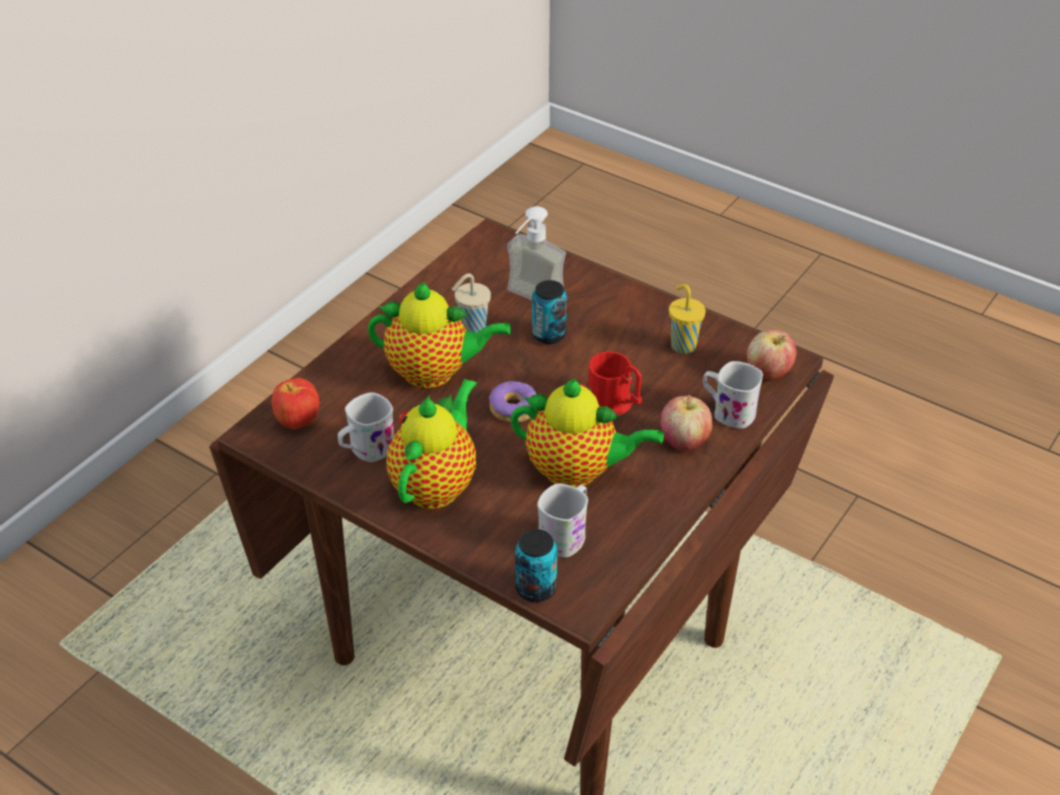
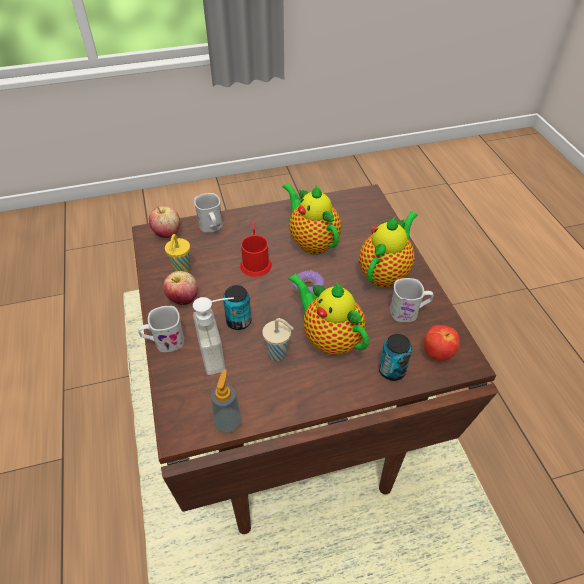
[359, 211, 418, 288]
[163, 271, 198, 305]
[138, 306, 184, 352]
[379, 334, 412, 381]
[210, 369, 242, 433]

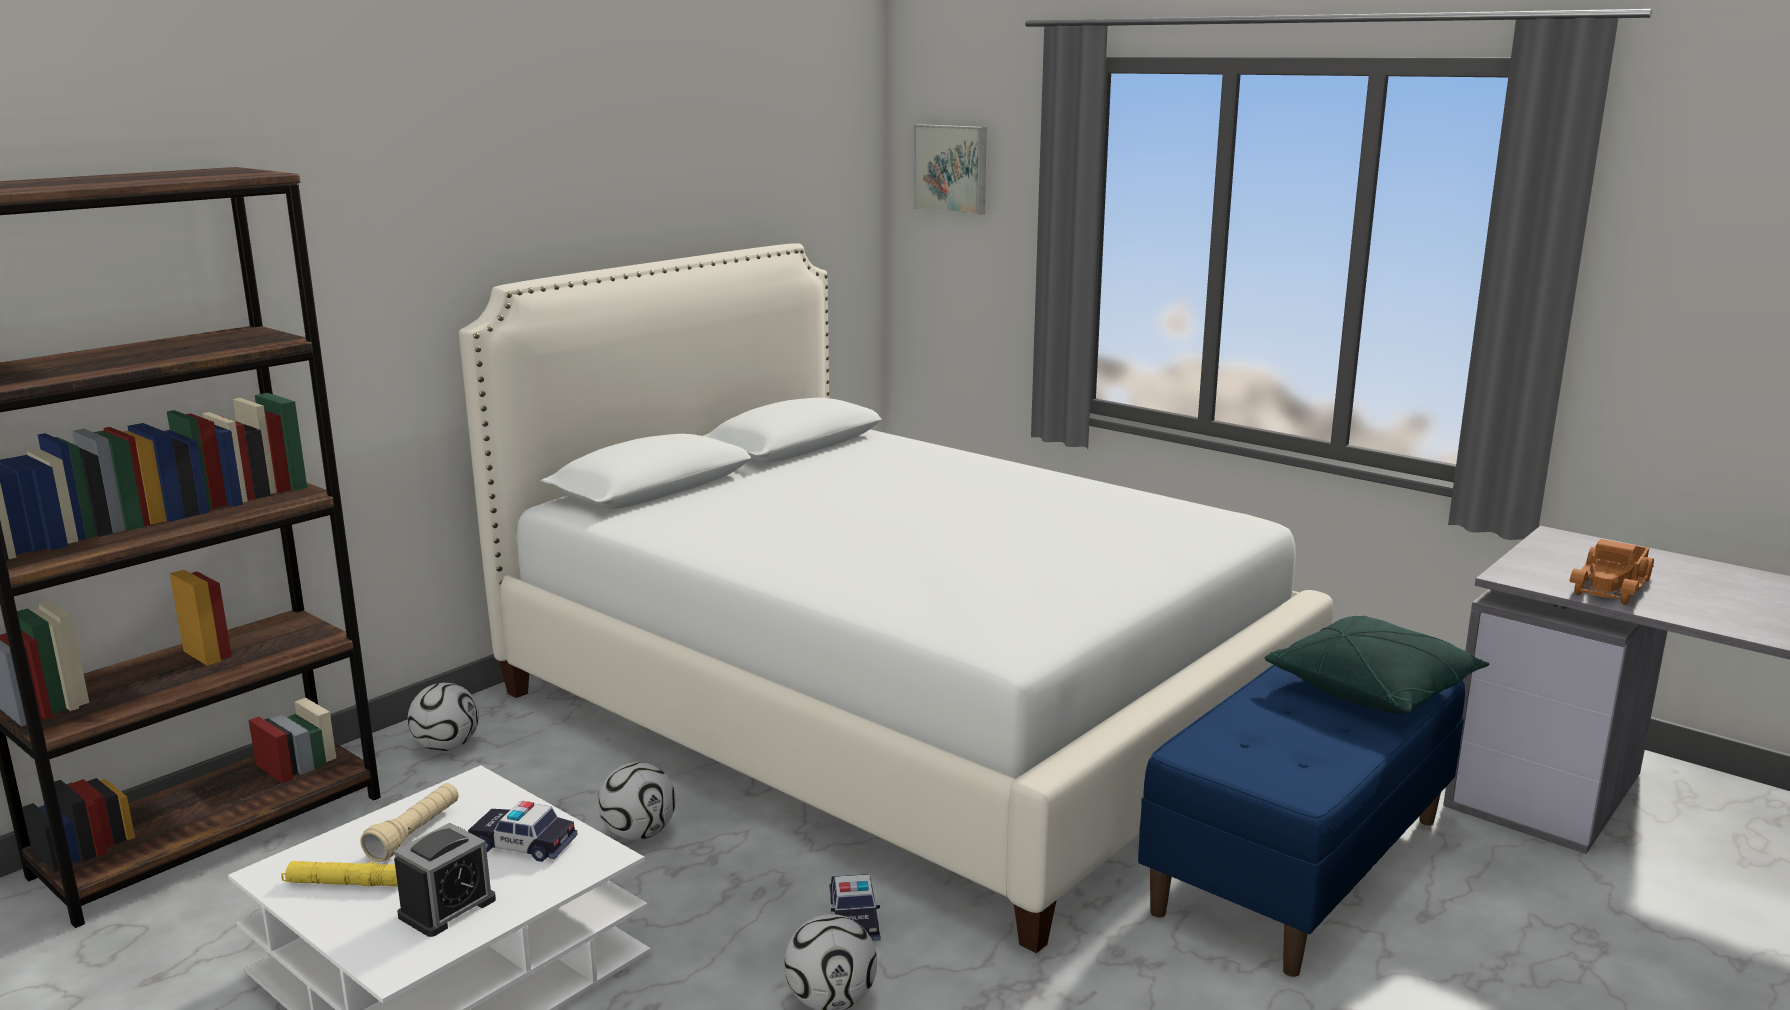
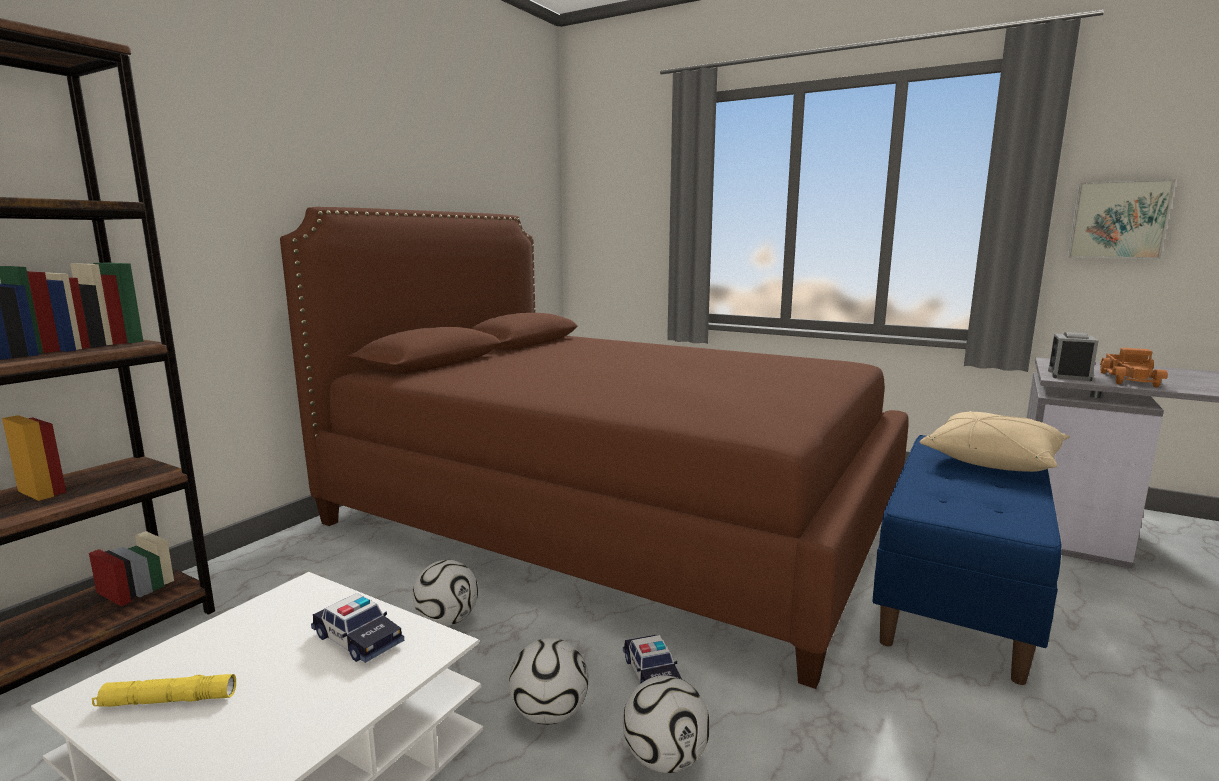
[1067, 179, 1176, 259]
[280, 207, 909, 689]
[920, 411, 1070, 472]
[509, 638, 588, 725]
[361, 783, 459, 862] (first image)
[311, 593, 404, 663]
[1048, 332, 1099, 381]

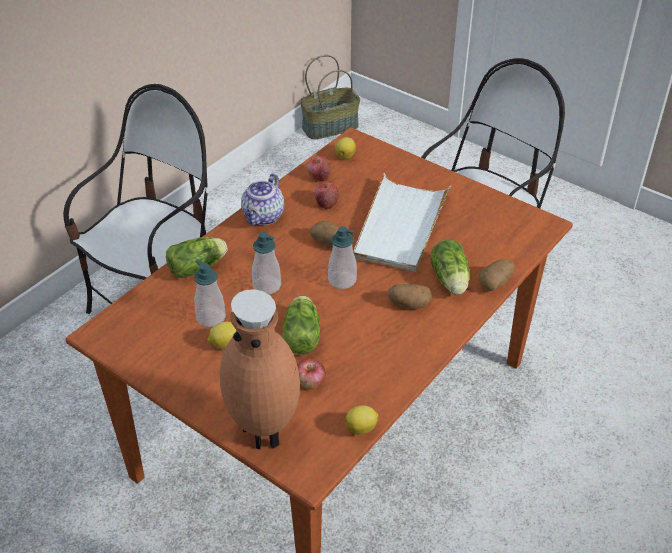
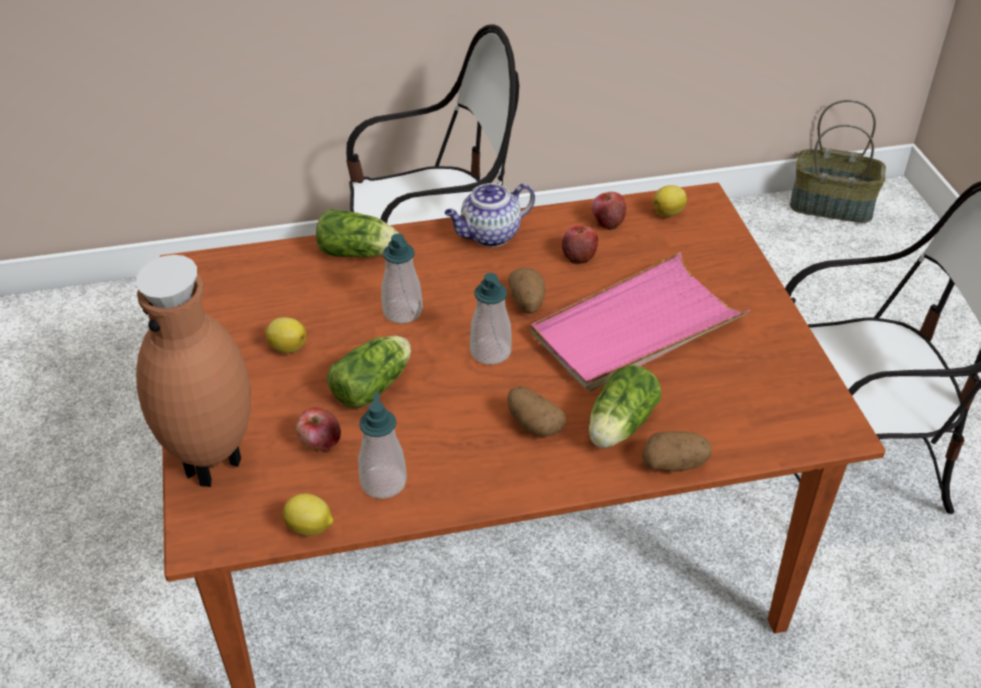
[530, 252, 750, 392]
[358, 392, 407, 499]

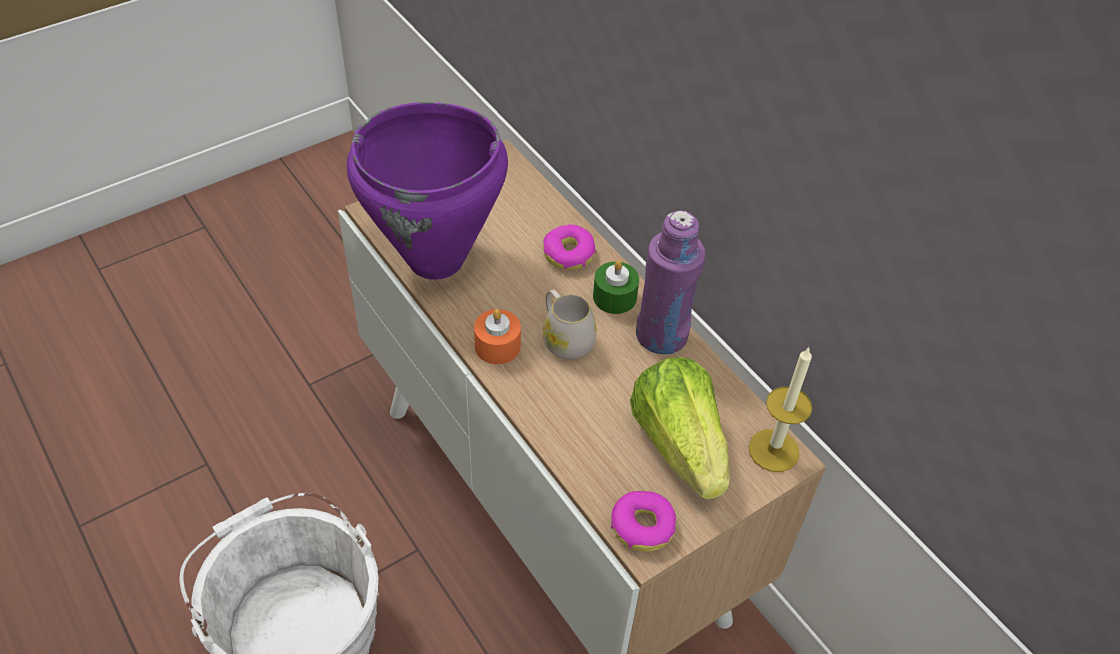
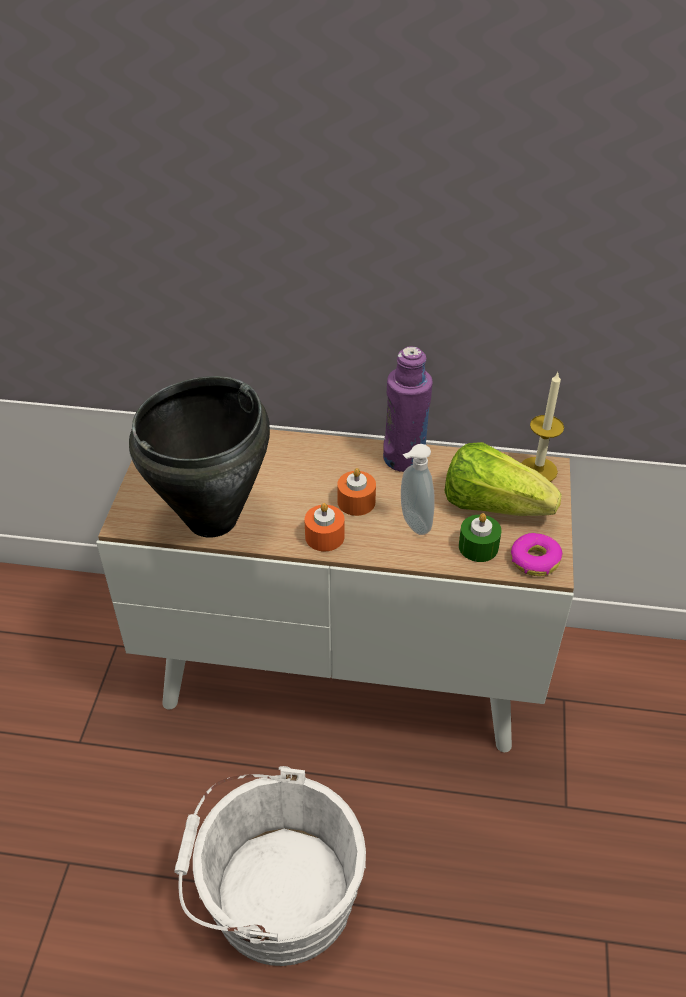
[129, 376, 270, 538]
[543, 225, 596, 270] (first image)
[459, 513, 502, 562]
[337, 468, 376, 516]
[401, 444, 435, 535]

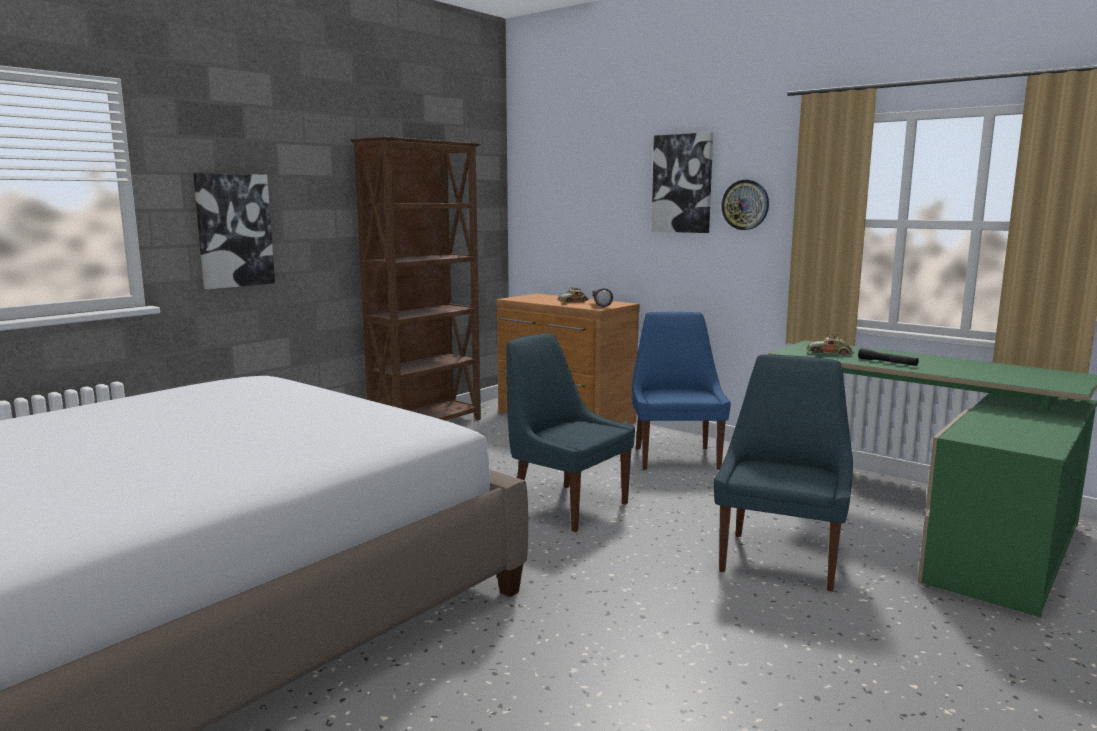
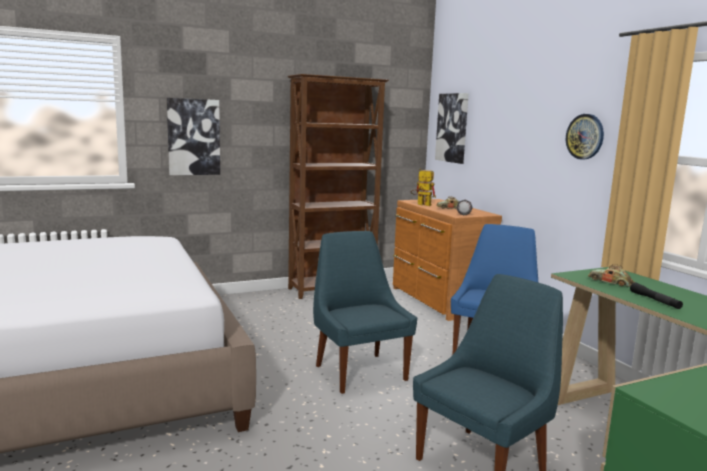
[435, 93, 469, 164]
[411, 168, 436, 206]

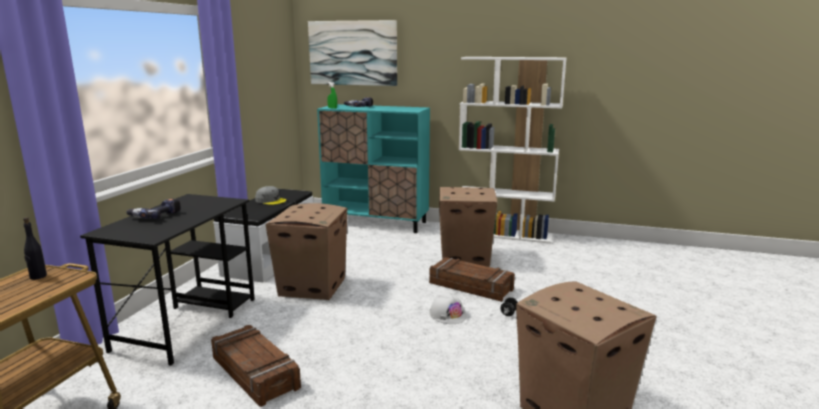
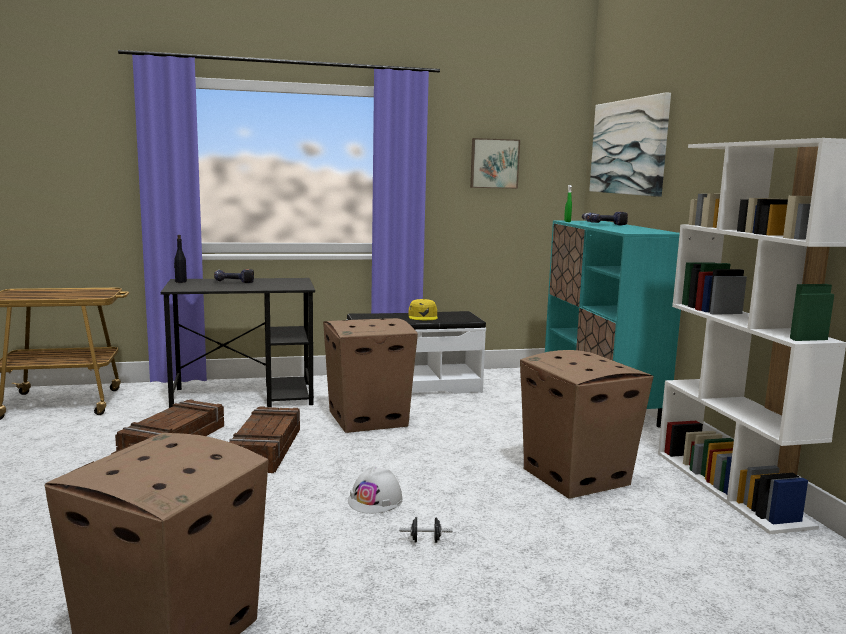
[409, 299, 438, 320]
[174, 235, 187, 283]
[229, 406, 300, 473]
[470, 138, 520, 189]

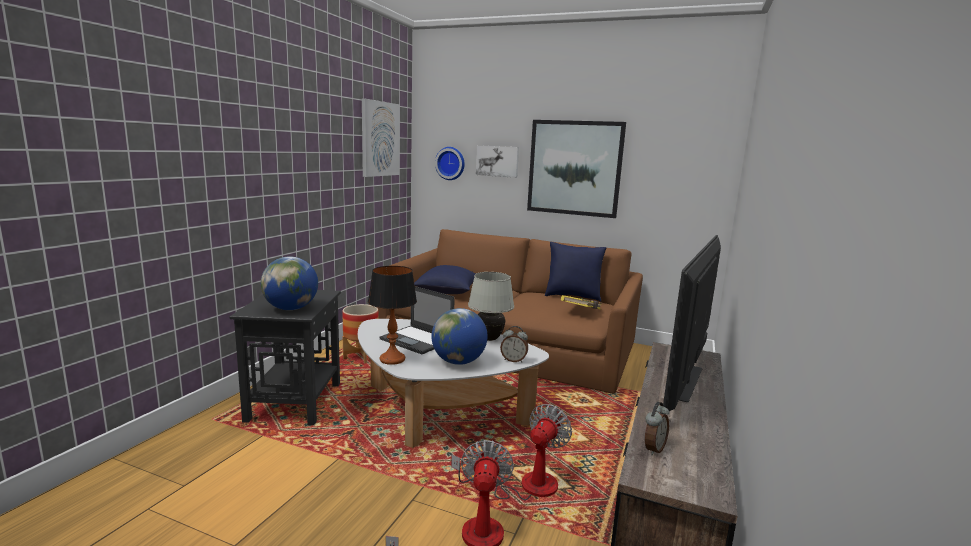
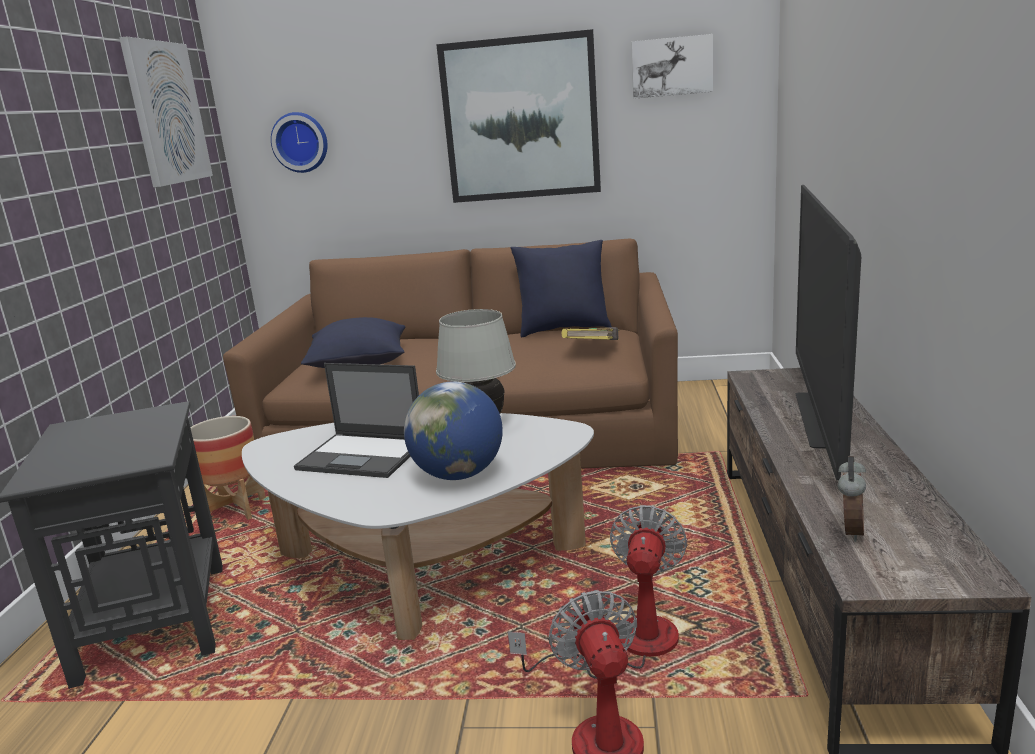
[631, 34, 713, 99]
[261, 256, 318, 310] (first image)
[368, 266, 417, 365] (first image)
[500, 326, 528, 363] (first image)

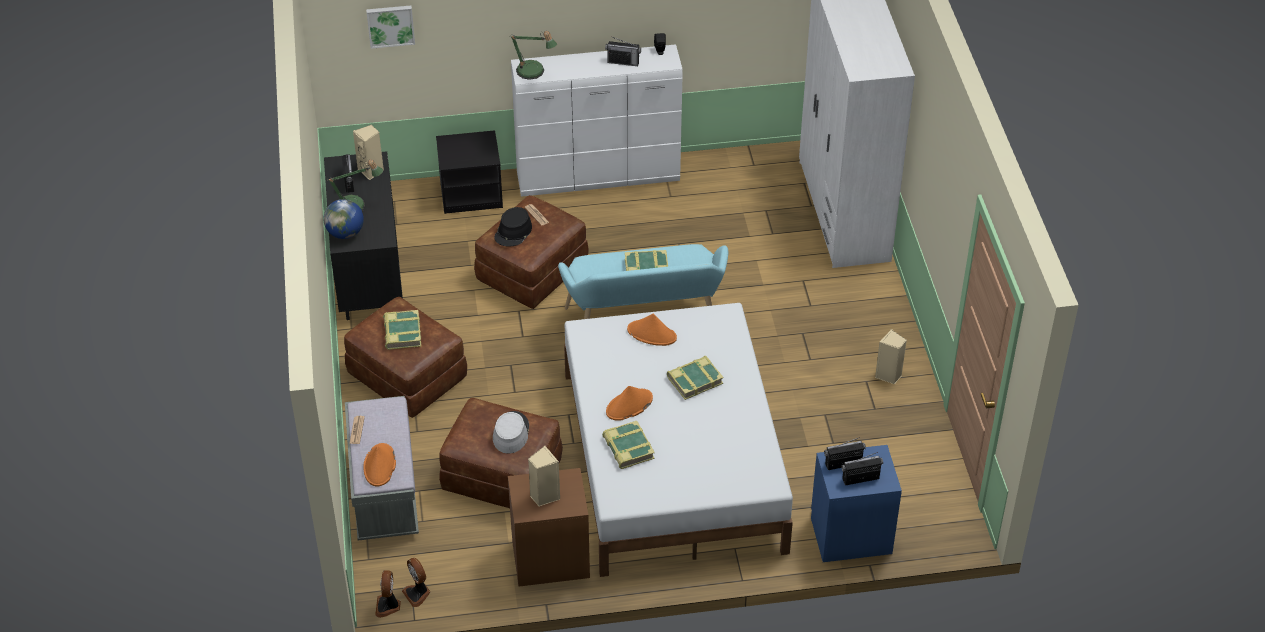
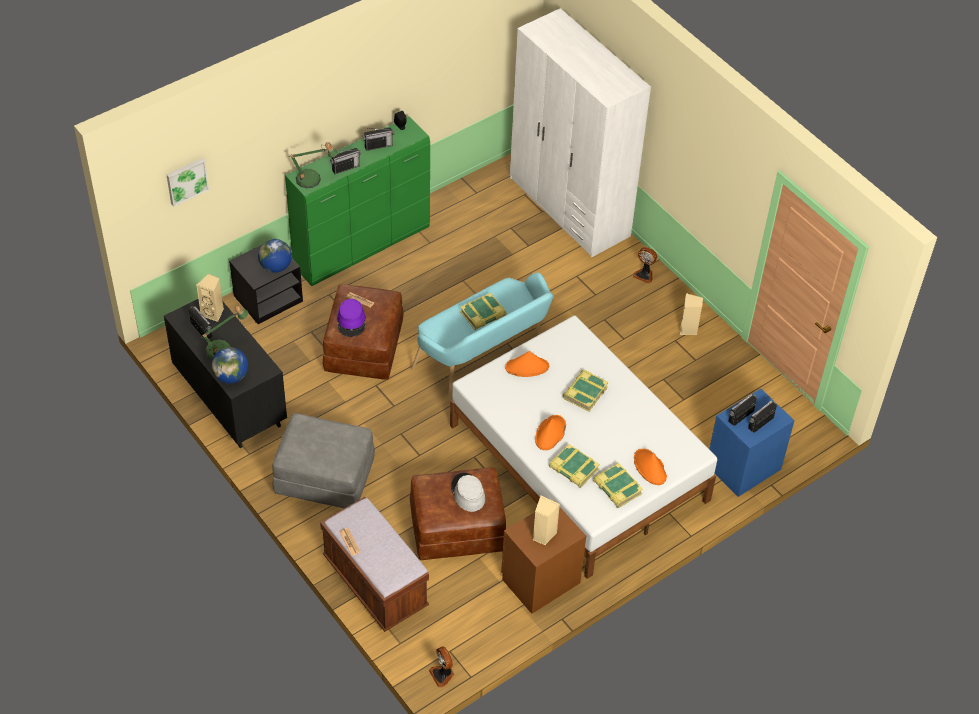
[285, 117, 430, 286]
[337, 299, 366, 337]
[272, 413, 375, 508]
[593, 463, 643, 508]
[320, 497, 429, 632]
[634, 449, 667, 485]
[633, 247, 657, 284]
[330, 148, 361, 174]
[258, 239, 292, 273]

